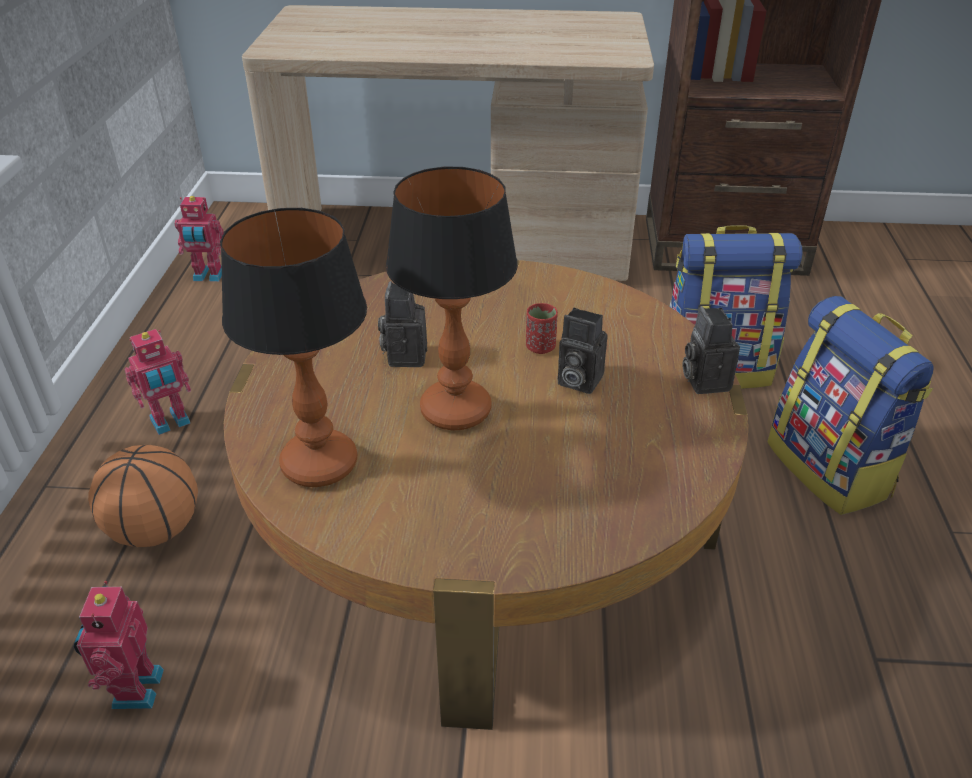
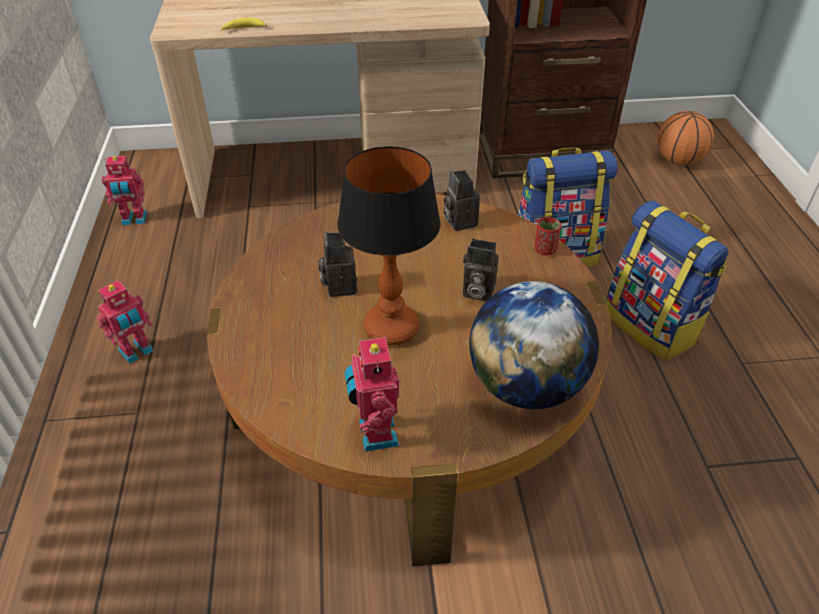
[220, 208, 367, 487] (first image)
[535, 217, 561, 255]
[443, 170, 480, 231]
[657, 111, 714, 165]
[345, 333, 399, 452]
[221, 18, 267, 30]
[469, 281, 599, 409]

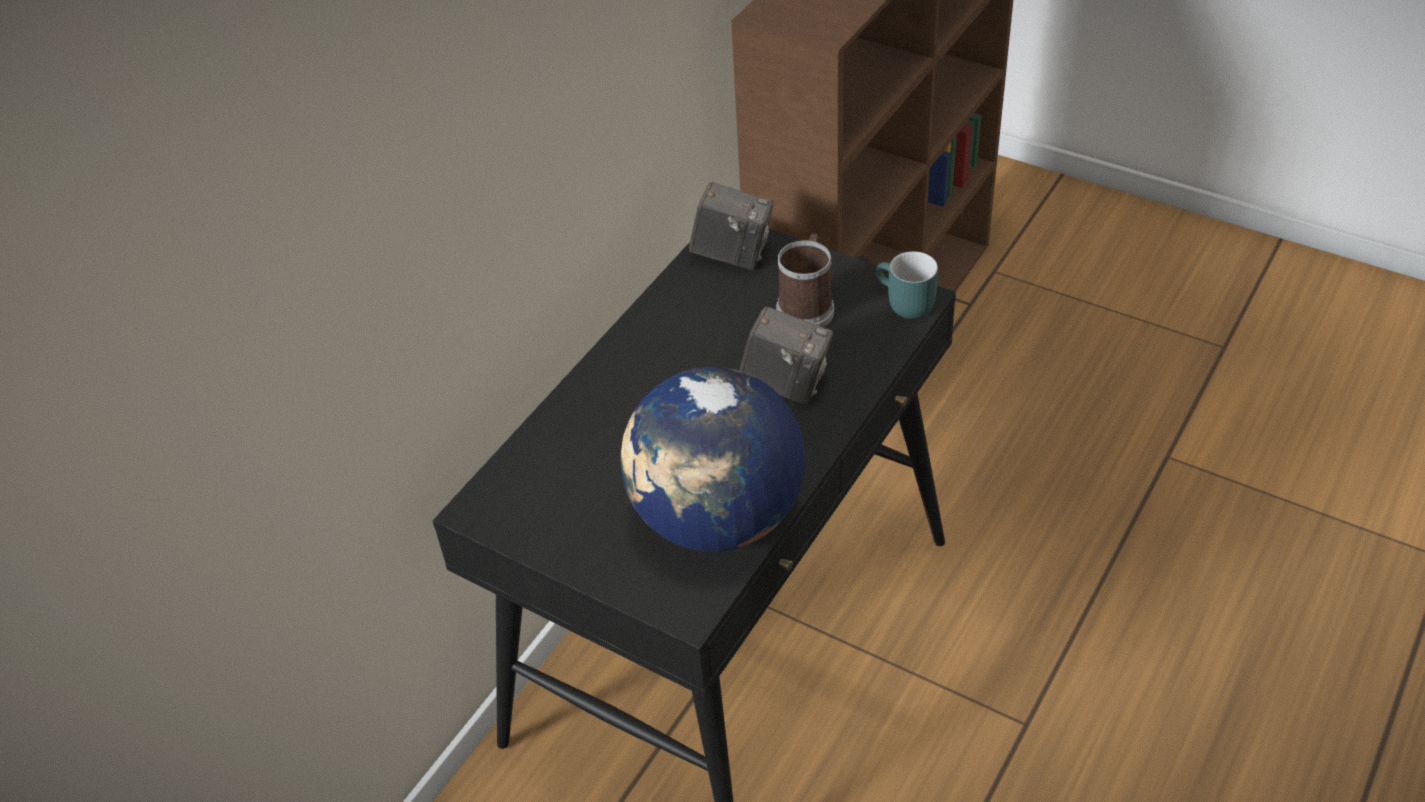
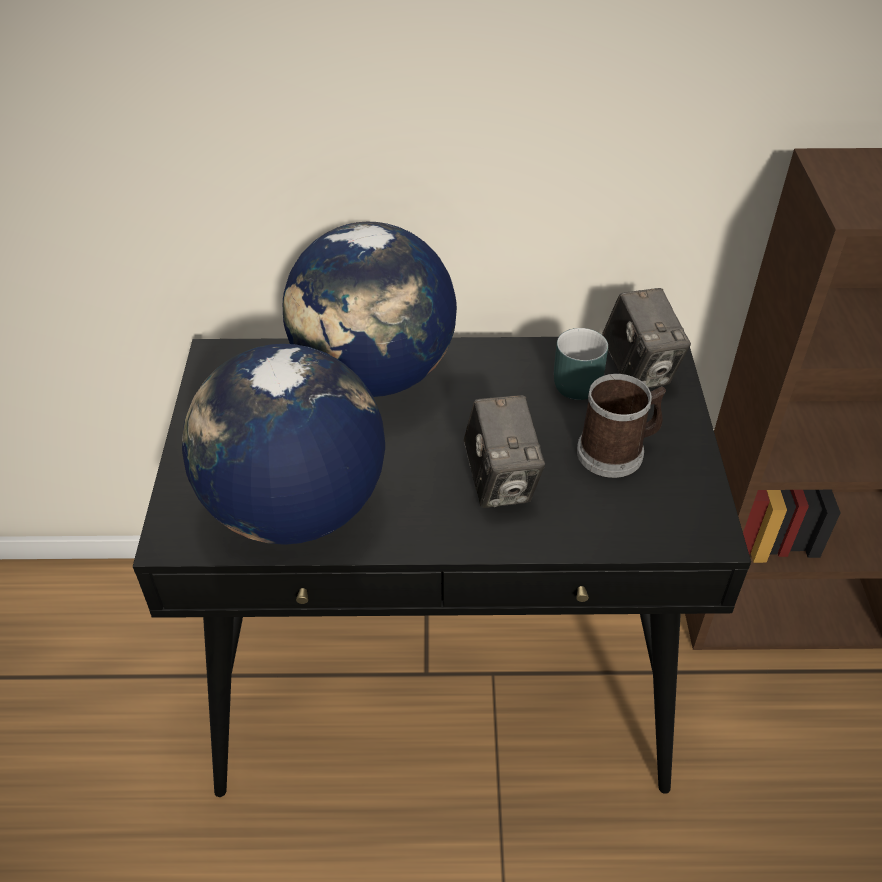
[554, 328, 608, 400]
[283, 222, 457, 397]

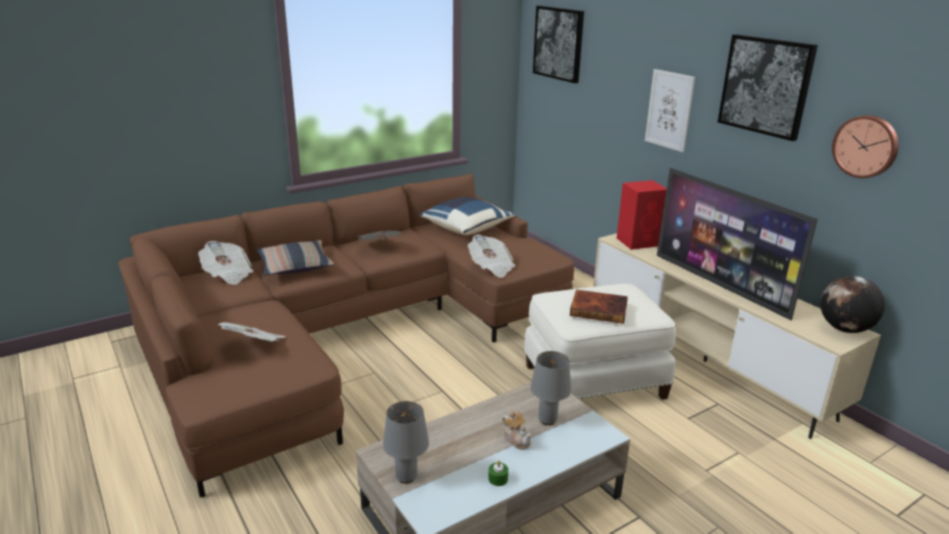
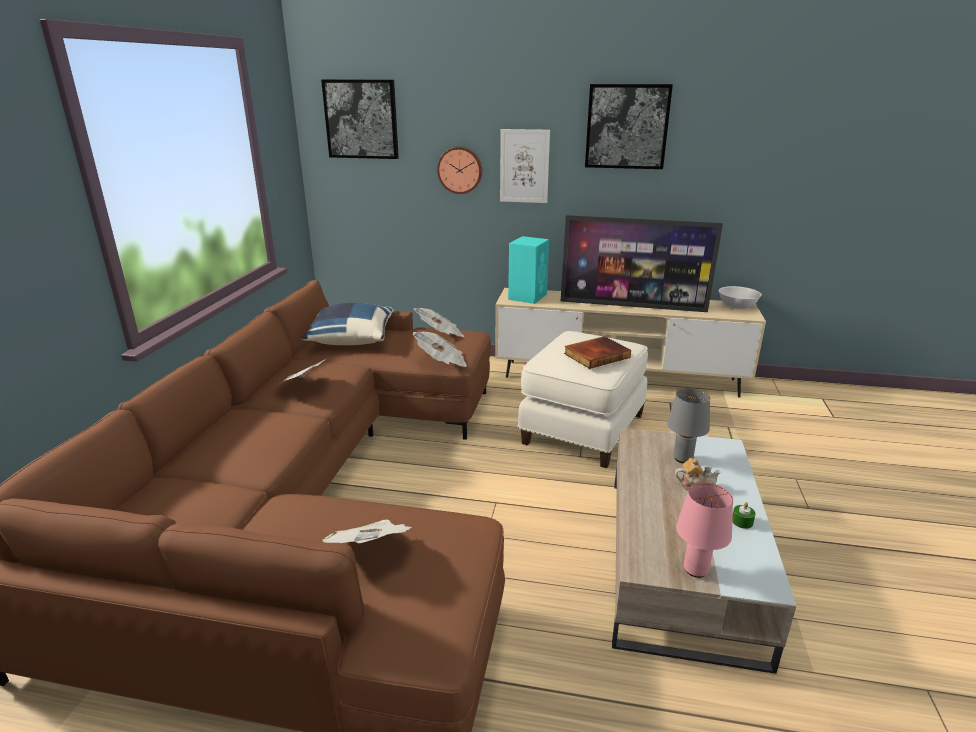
[437, 147, 482, 194]
[508, 236, 549, 304]
[256, 240, 335, 275] (first image)
[414, 308, 465, 337]
[719, 286, 762, 309]
[676, 482, 733, 578]

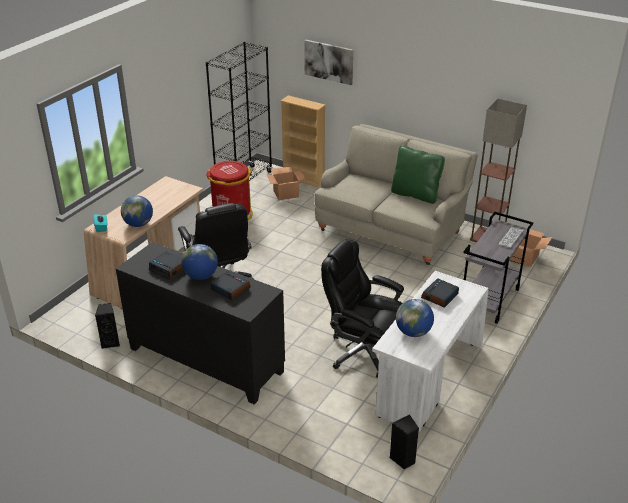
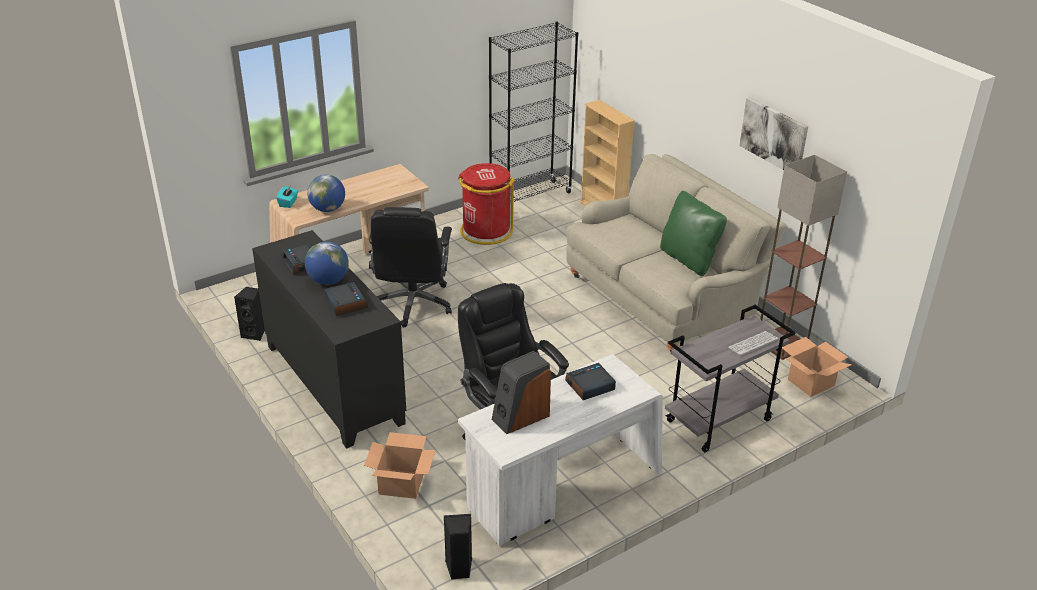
[739, 97, 808, 170]
[364, 432, 435, 499]
[492, 351, 551, 434]

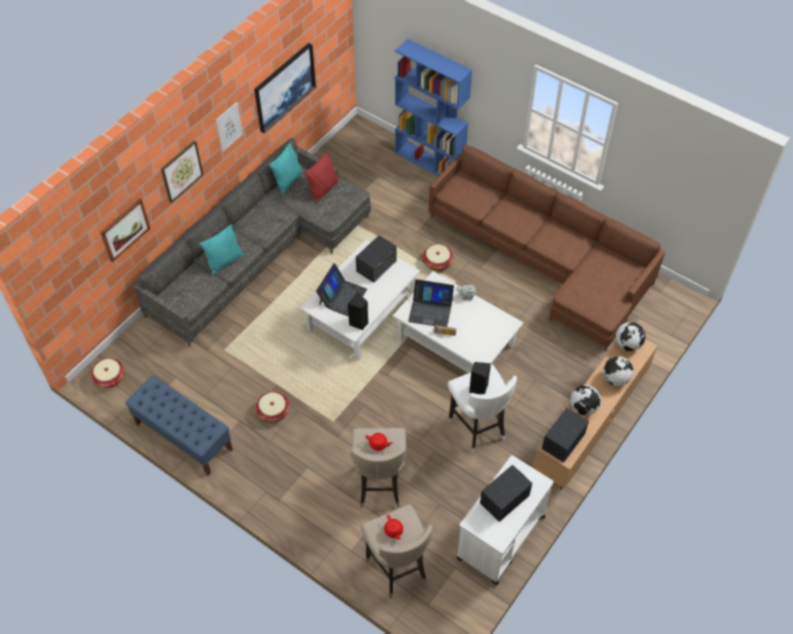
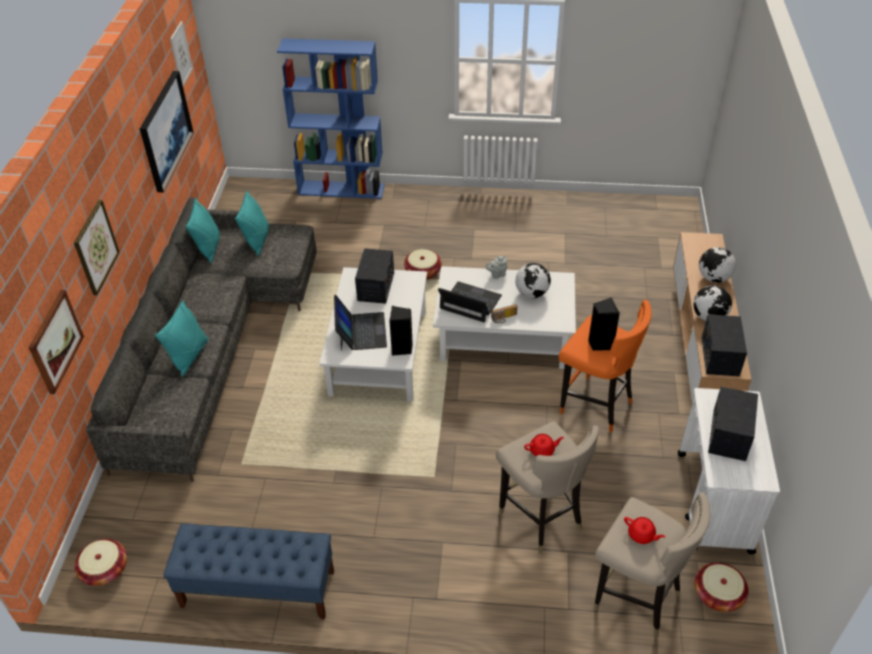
[170, 21, 193, 86]
[428, 145, 665, 351] (first image)
[235, 191, 269, 256]
[438, 281, 502, 322]
[515, 263, 551, 298]
[559, 300, 651, 432]
[695, 563, 749, 612]

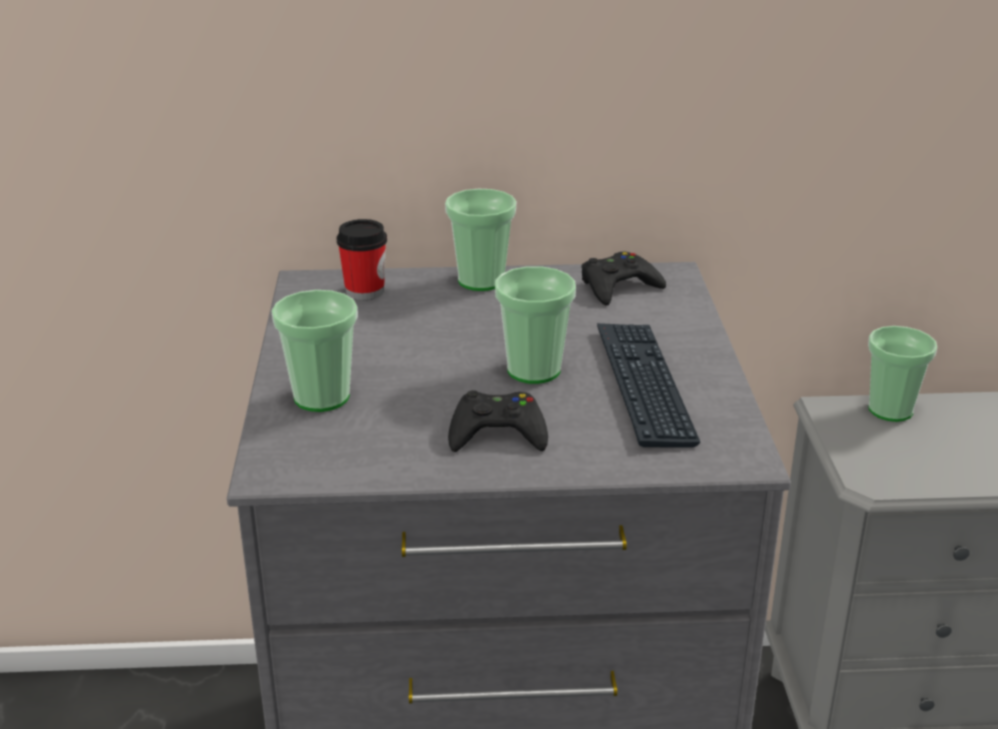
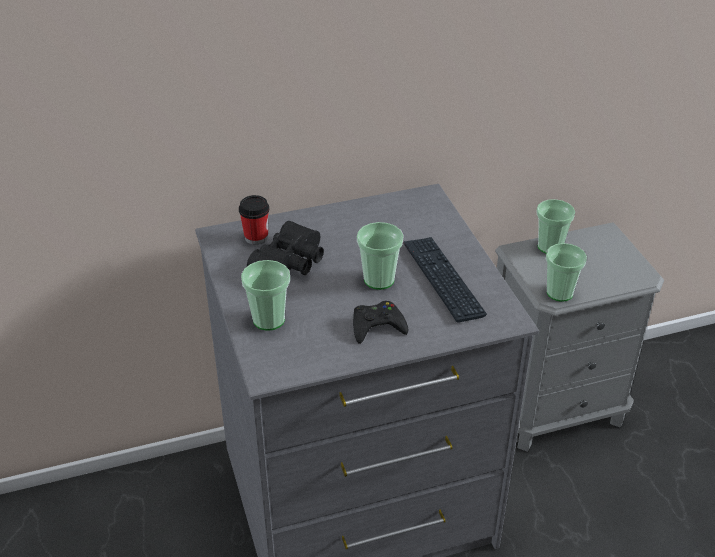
[546, 243, 587, 302]
[581, 252, 666, 306] (first image)
[247, 221, 324, 275]

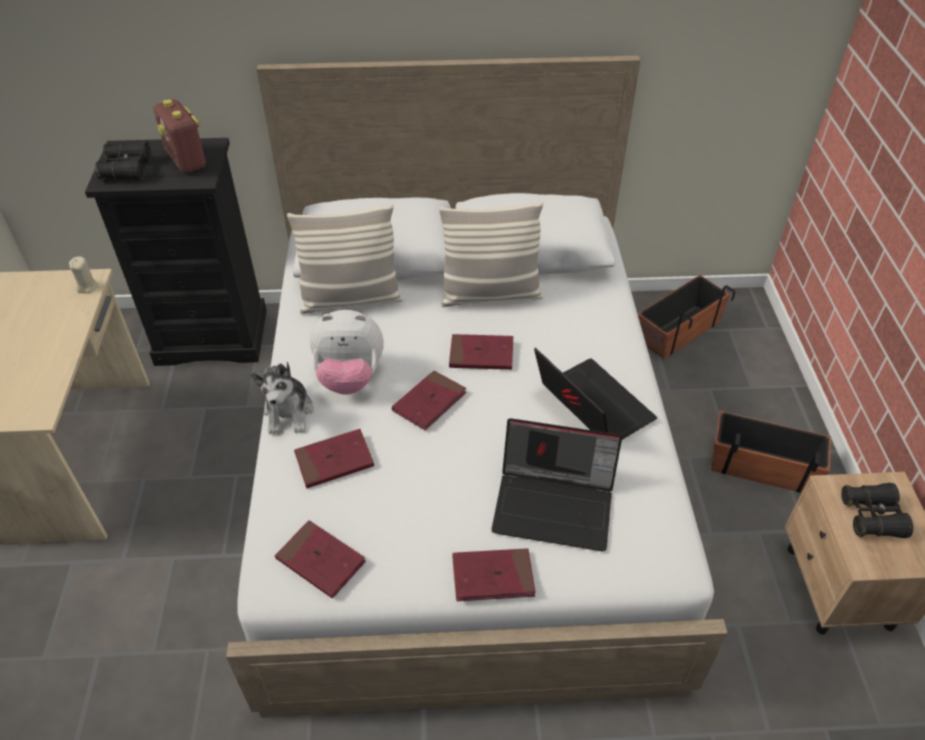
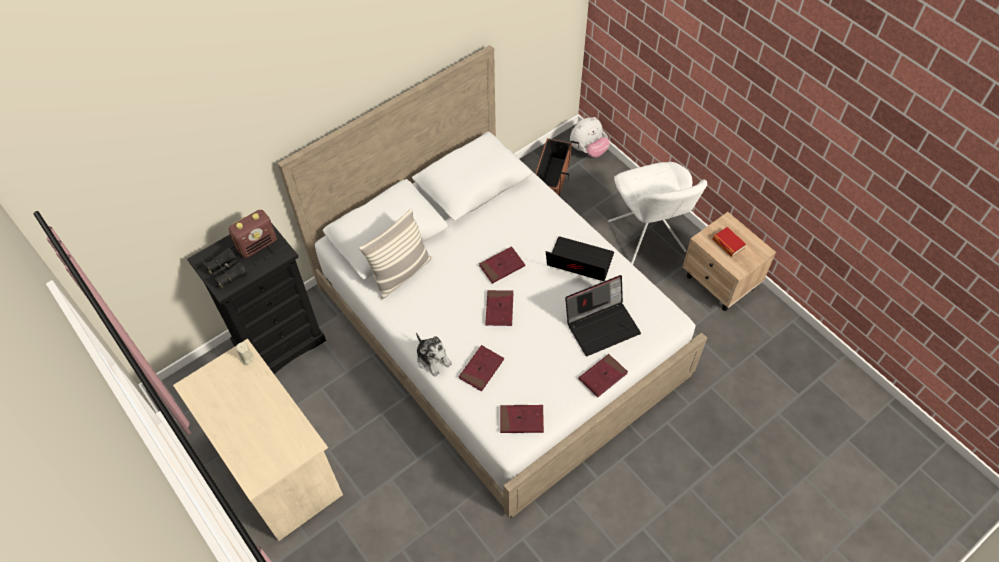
[228, 210, 277, 258]
[439, 202, 543, 307] (first image)
[570, 117, 610, 158]
[608, 162, 707, 264]
[713, 227, 746, 257]

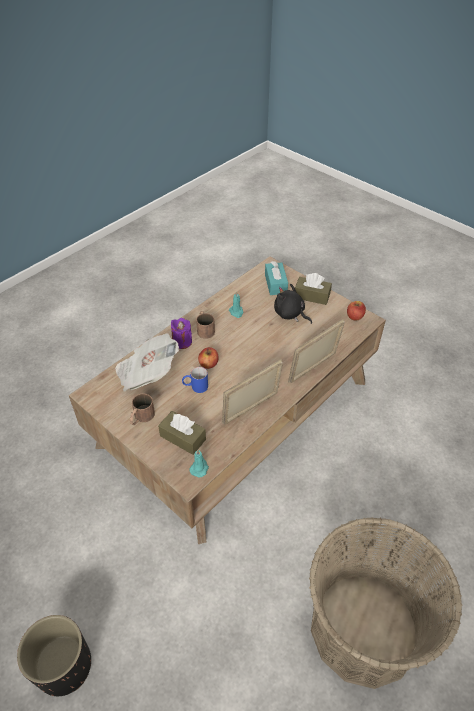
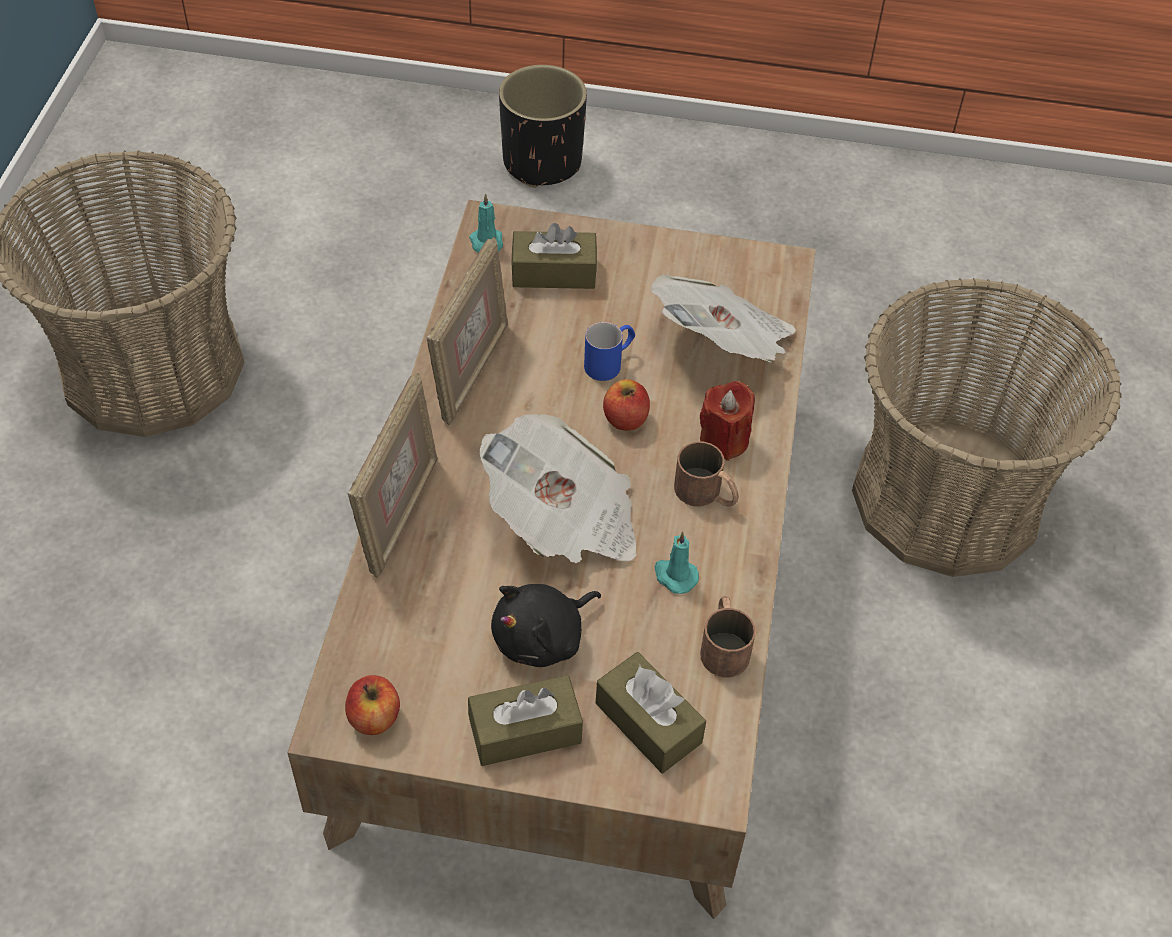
[596, 652, 706, 773]
[491, 584, 601, 667]
[700, 381, 755, 461]
[700, 596, 756, 677]
[852, 278, 1122, 577]
[479, 414, 637, 563]

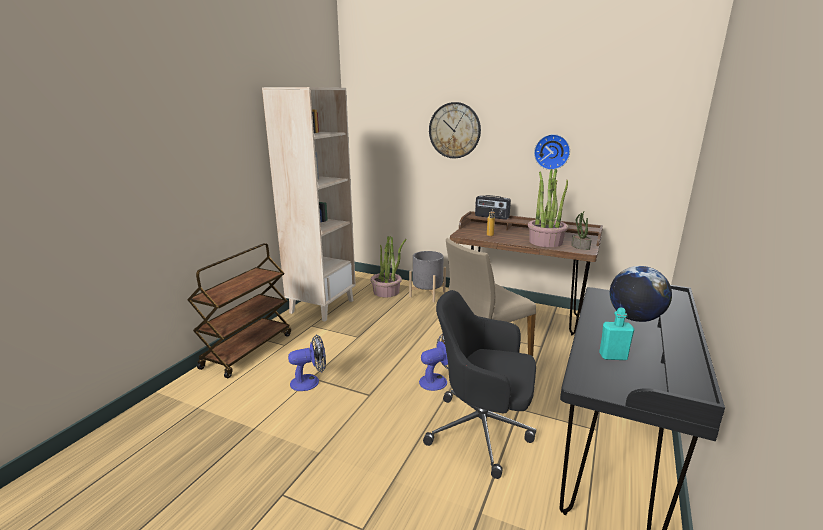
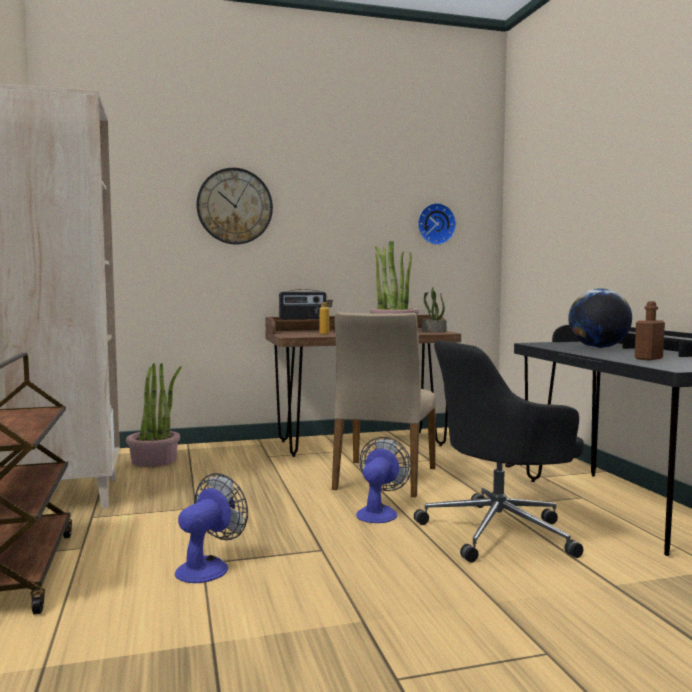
[418, 203, 456, 245]
[409, 251, 446, 303] (first image)
[635, 301, 665, 360]

